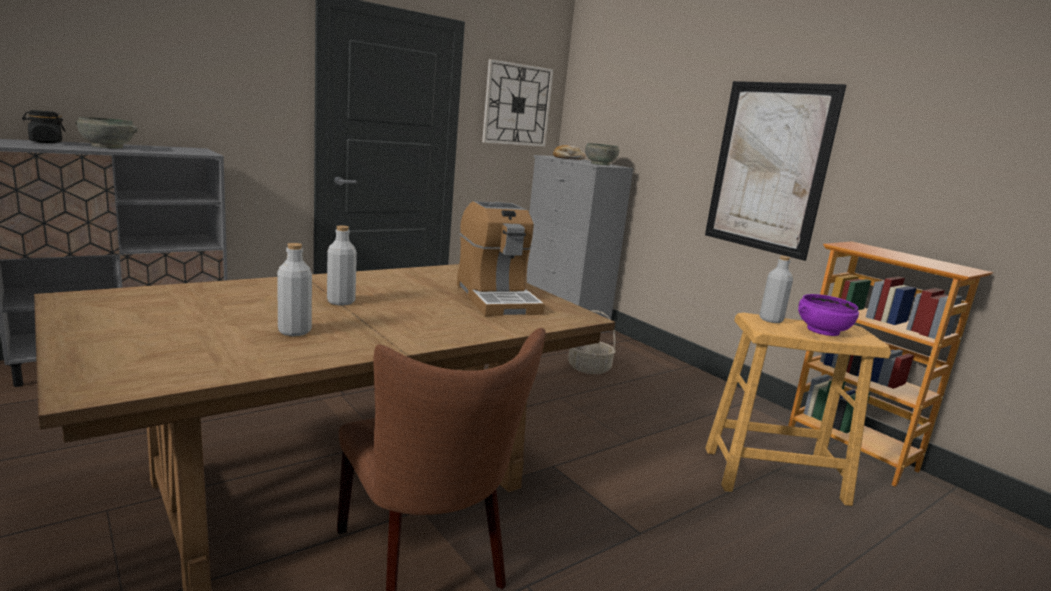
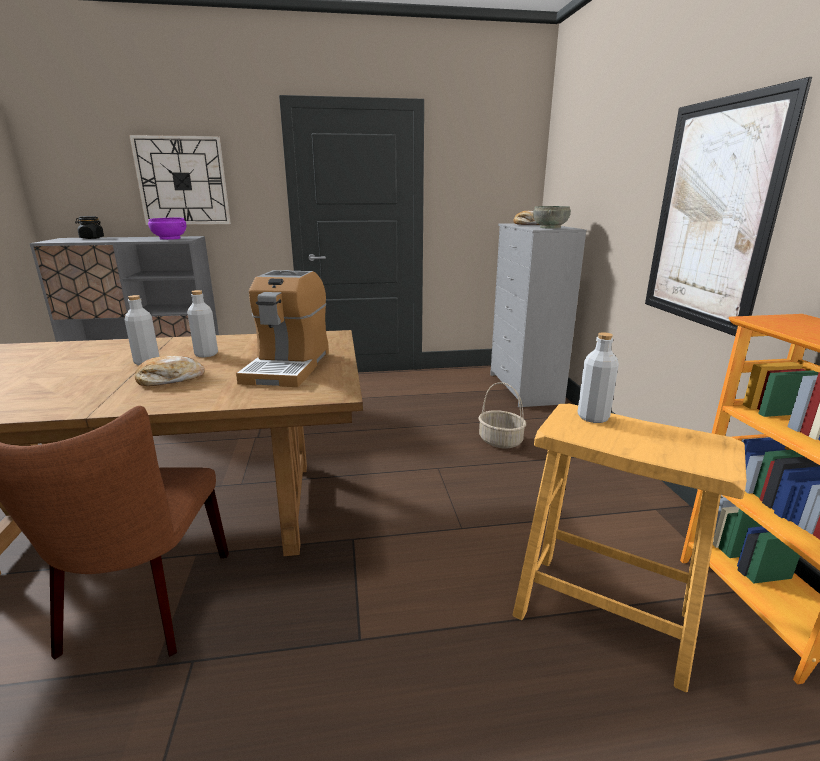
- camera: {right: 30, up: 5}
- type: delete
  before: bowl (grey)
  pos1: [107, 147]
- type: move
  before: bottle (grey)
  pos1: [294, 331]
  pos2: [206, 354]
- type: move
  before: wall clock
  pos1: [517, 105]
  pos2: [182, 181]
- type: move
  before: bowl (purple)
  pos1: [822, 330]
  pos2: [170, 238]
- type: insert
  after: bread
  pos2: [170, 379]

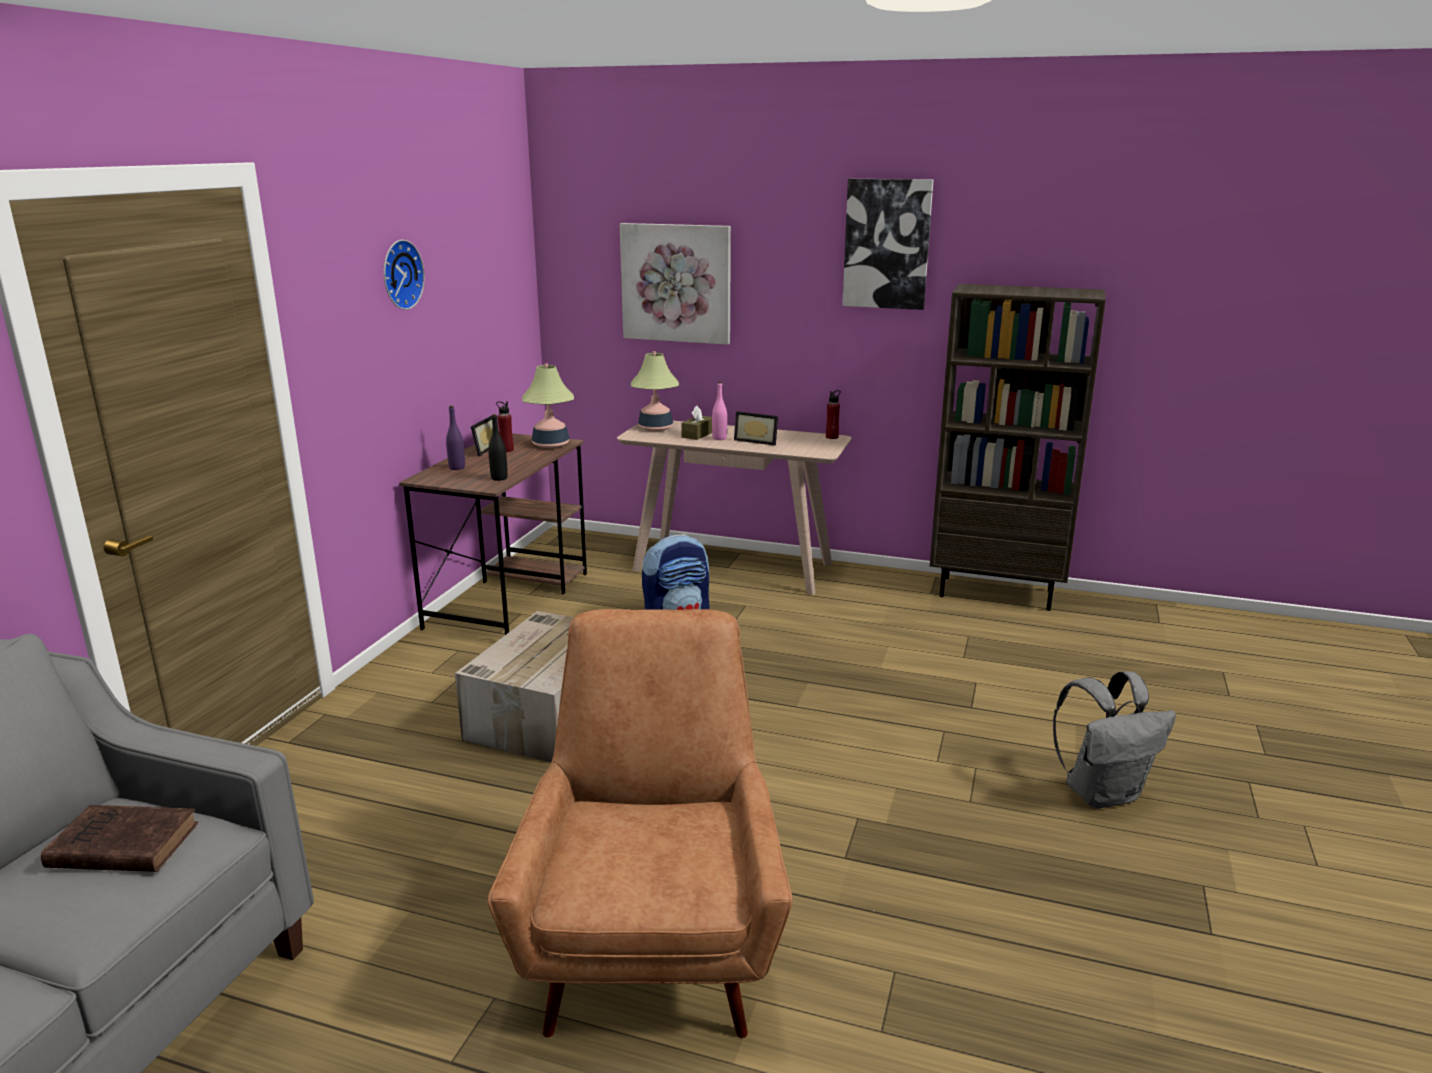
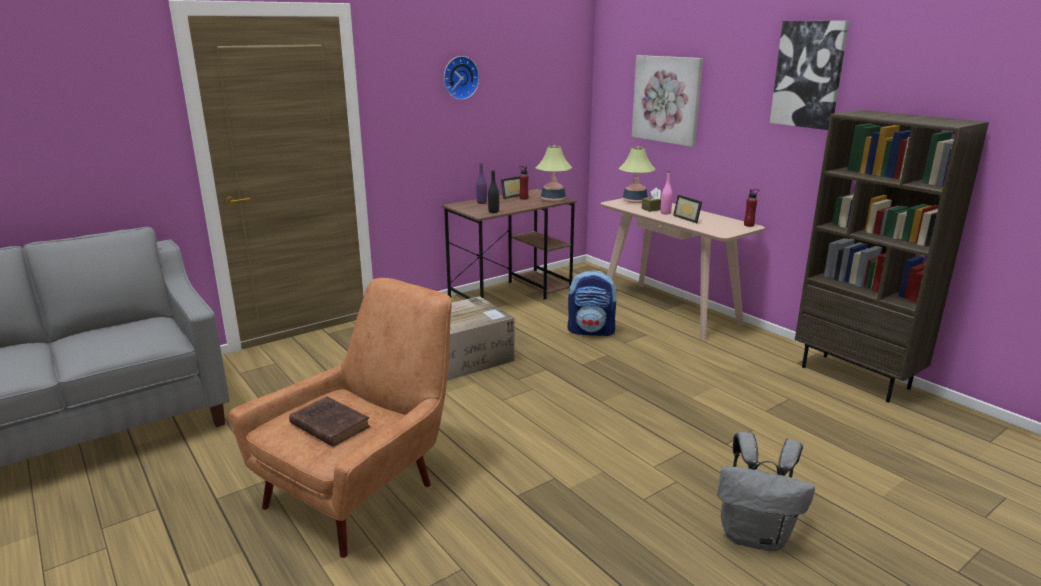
- camera: {right: 35, up: 0}
- type: move
  before: book (brown)
  pos1: [120, 846]
  pos2: [328, 425]

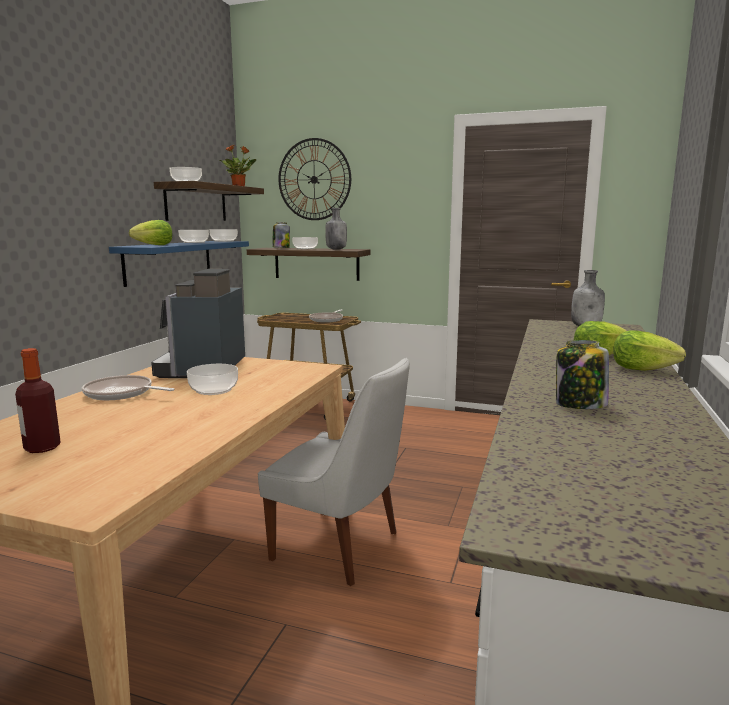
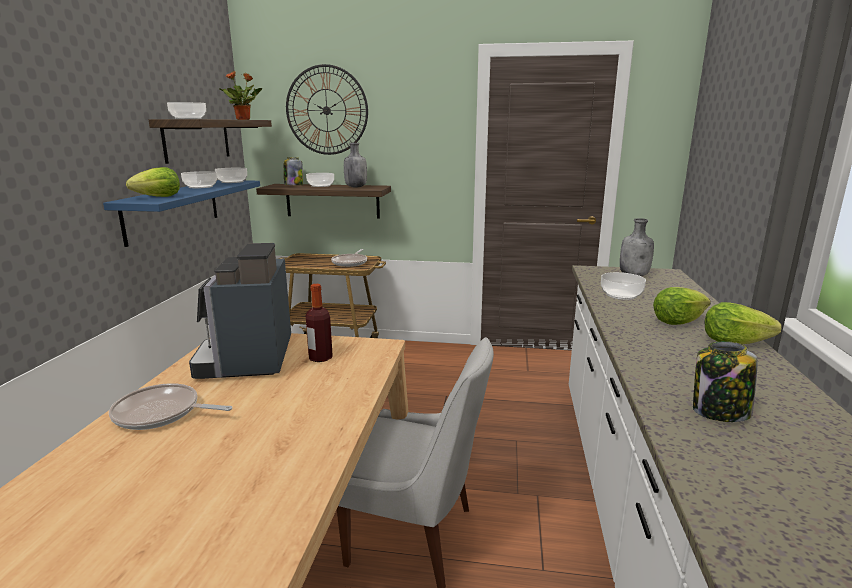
- camera: {right: -10, up: 5}
- type: move
  before: bottle
  pos1: [42, 448]
  pos2: [320, 358]
- type: move
  before: bowl
  pos1: [213, 389]
  pos2: [621, 295]

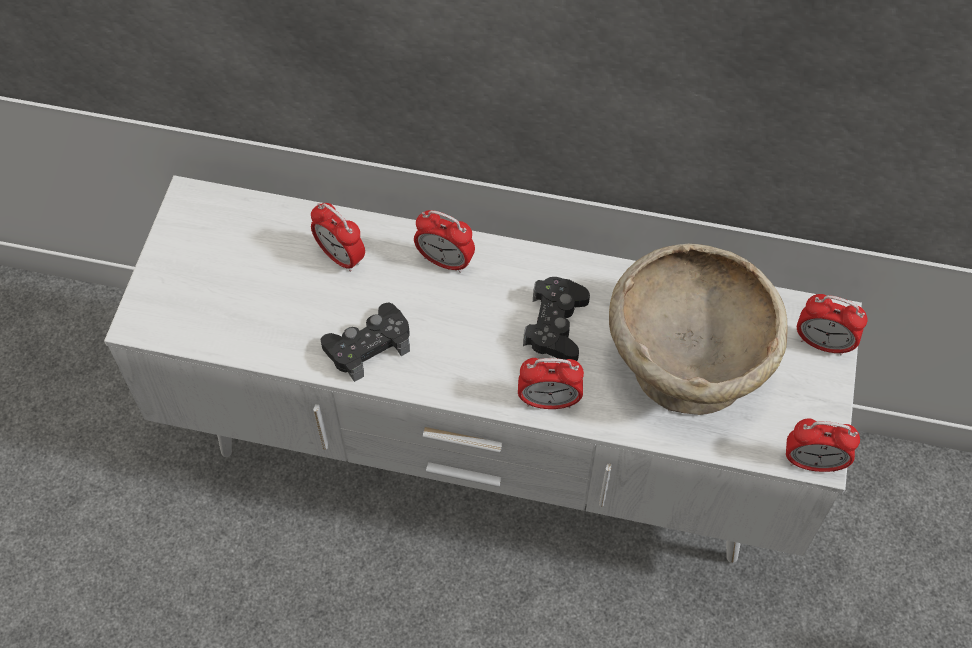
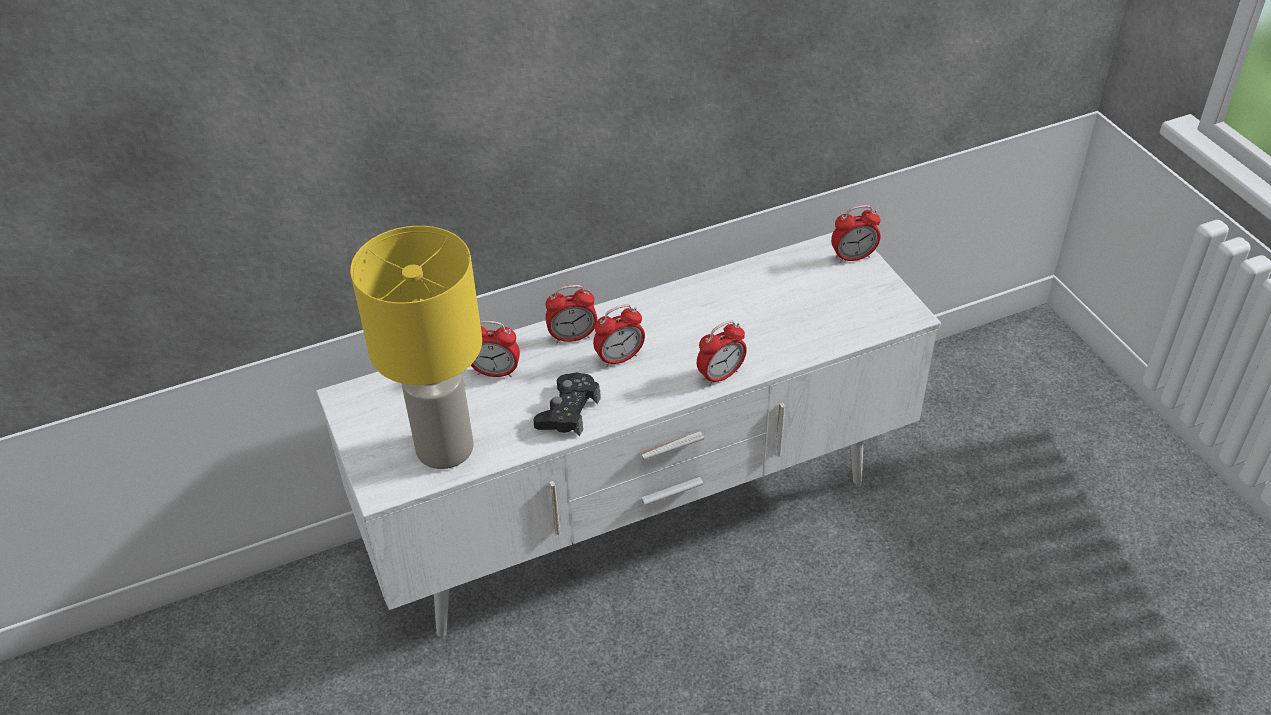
- camera: {right: -35, up: -15}
- type: delete
  before: game controller (black)
  pos1: [556, 325]
- type: delete
  before: bowl (beige)
  pos1: [686, 364]
- type: move
  before: alarm clock
  pos1: [813, 462]
  pos2: [619, 358]
- type: insert
  after: table lamp (yellow)
  pos2: [443, 449]

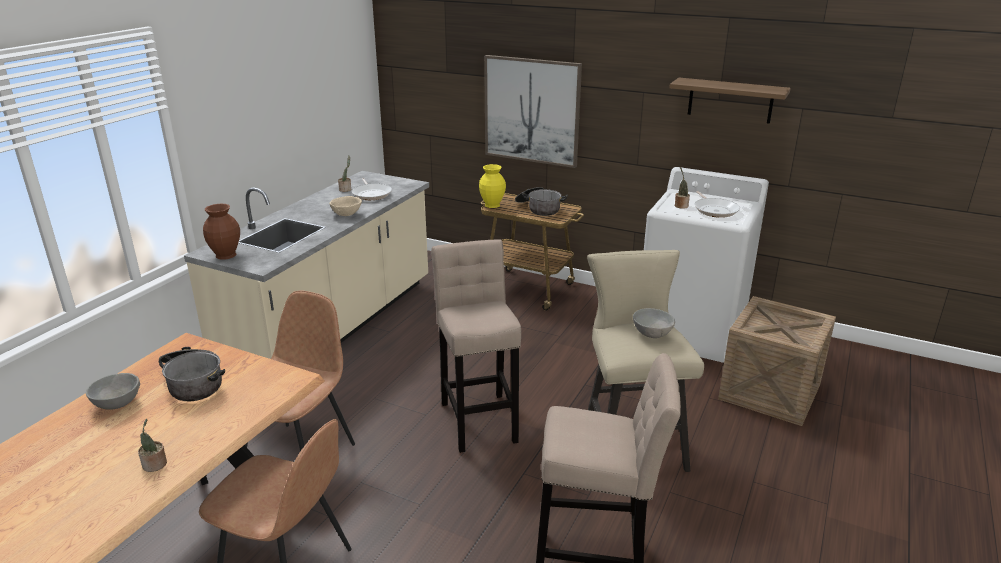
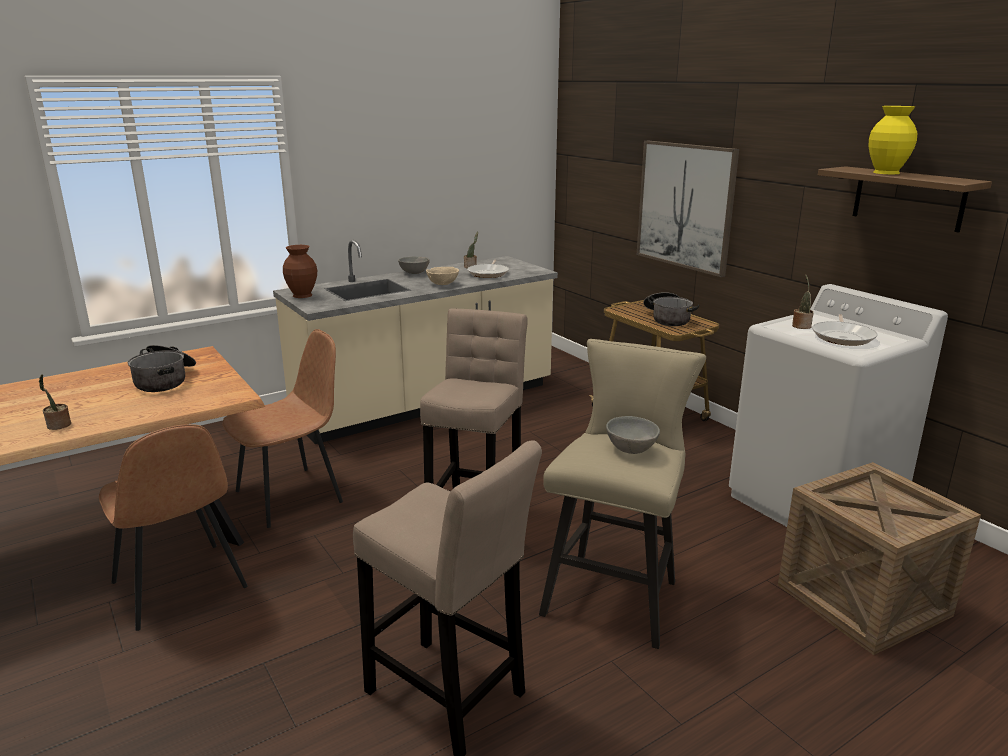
- camera: {right: 30, up: -5}
- type: move
  before: bowl (grey)
  pos1: [117, 404]
  pos2: [414, 273]
- type: move
  before: vase (yellow)
  pos1: [492, 205]
  pos2: [885, 172]

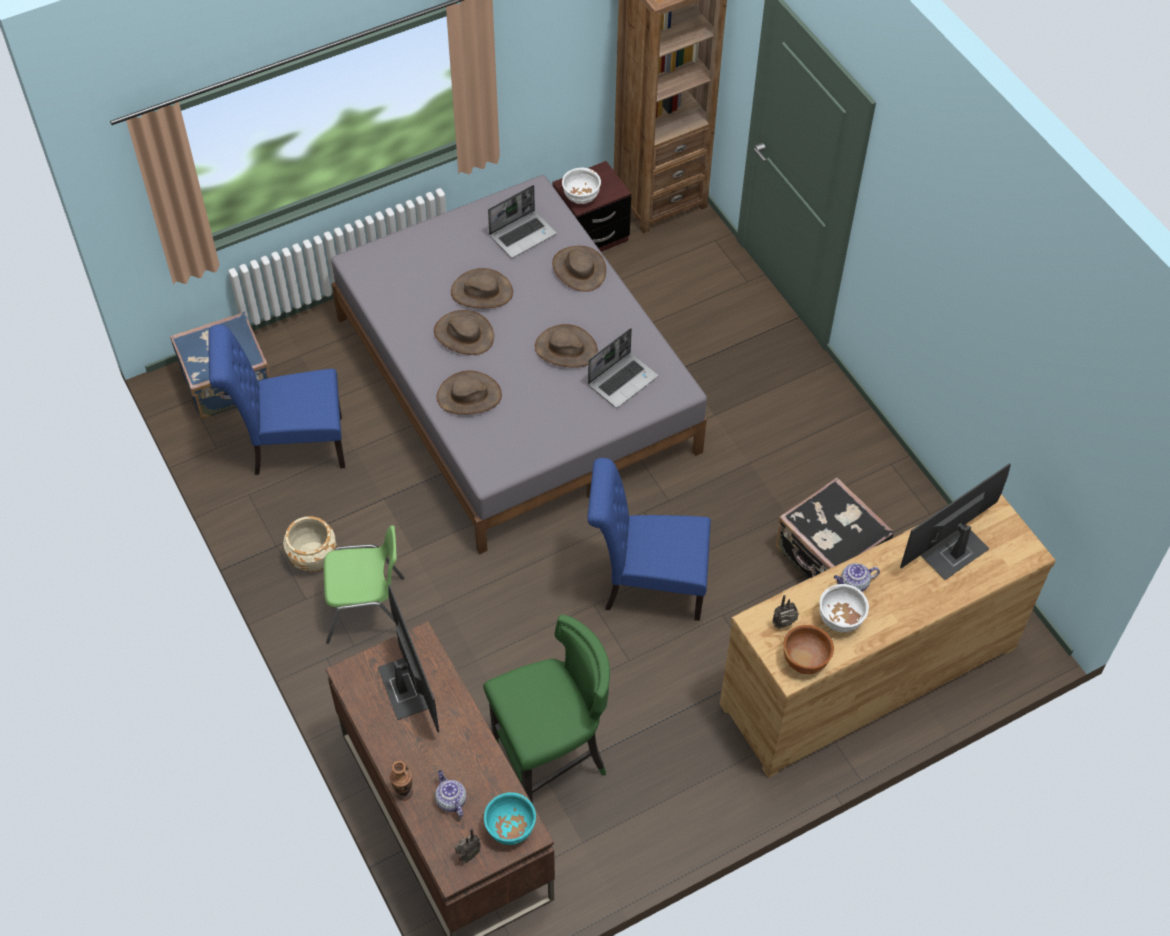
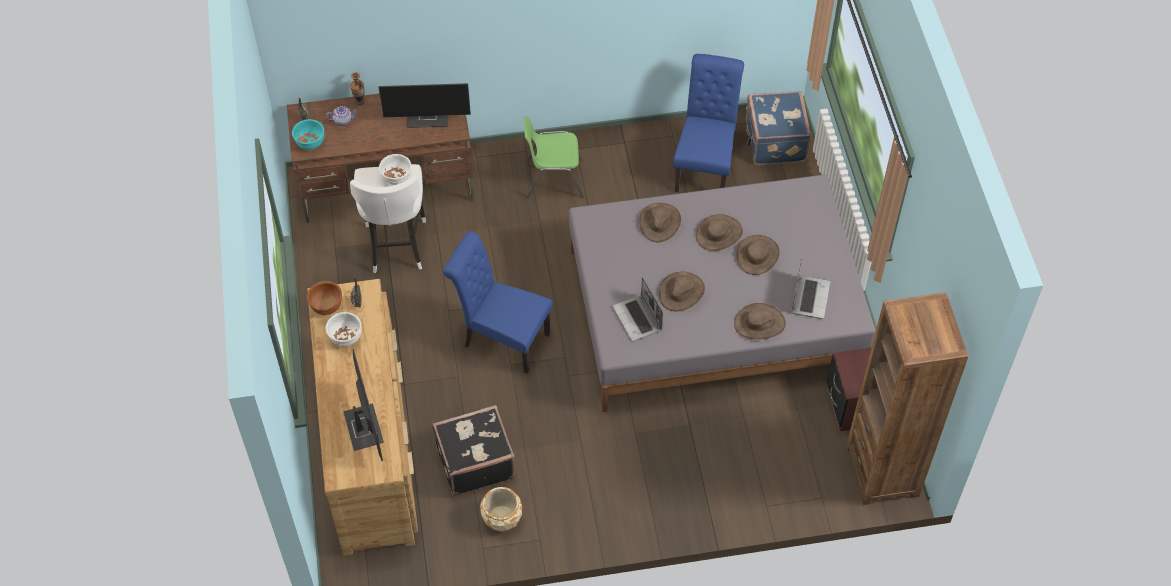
- camera: {right: 110, up: 0}
- type: move
  before: planter (beige)
  pos1: [313, 558]
  pos2: [501, 519]
- type: rotate
  before: chair (green)
  pos1: [367, 609]
  pos2: [553, 179]
  turn: 75
- type: recolor
  before: stool (green)
  after: stool (white)
  pos1: [551, 762]
  pos2: [396, 246]
- type: rotate
  before: laptop
  pos1: [523, 234]
  pos2: [809, 297]
  turn: -150
- type: move
  before: bowl (white)
  pos1: [580, 197]
  pos2: [397, 178]
- type: rotate
  before: chair (blue)
  pos1: [646, 586]
  pos2: [501, 339]
  turn: -90
- type: delete
  before: teapot
  pos1: [853, 584]

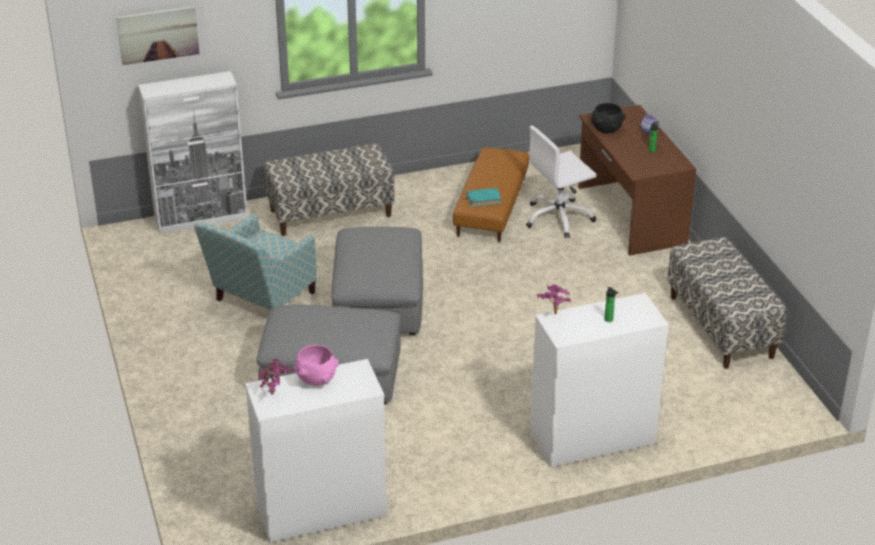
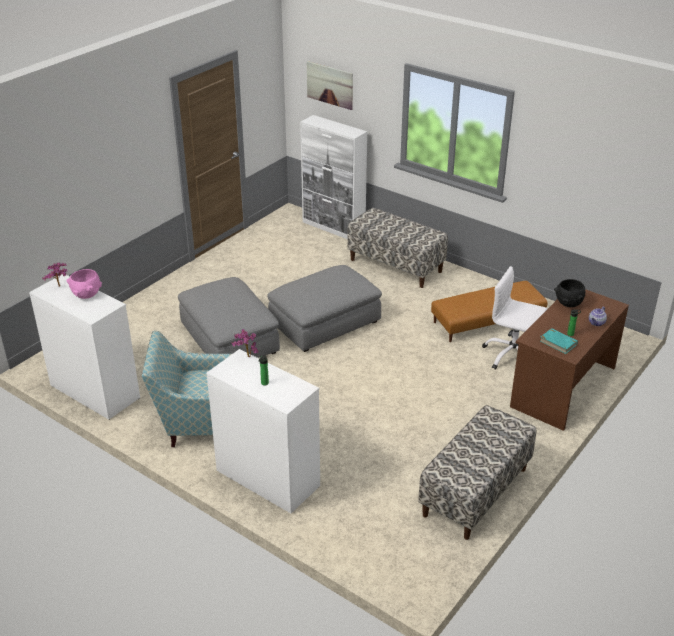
- camera: {right: 55, up: 0}
- type: move
  before: armchair
  pos1: [260, 301]
  pos2: [195, 423]
- type: move
  before: book (turquoise)
  pos1: [483, 199]
  pos2: [558, 342]

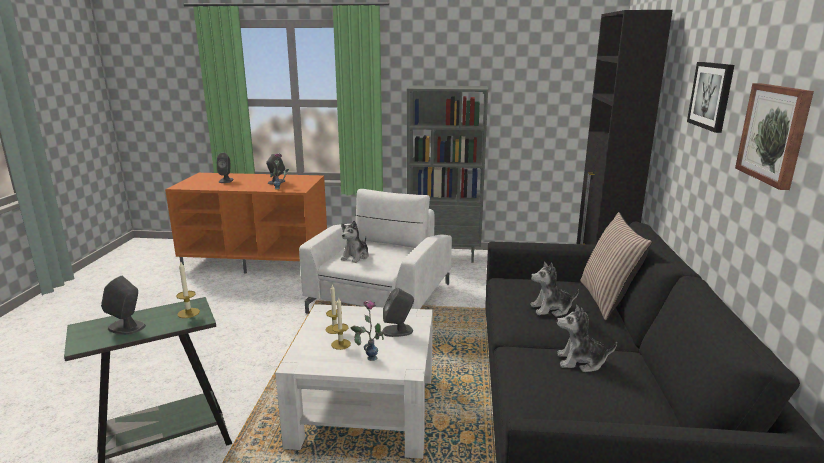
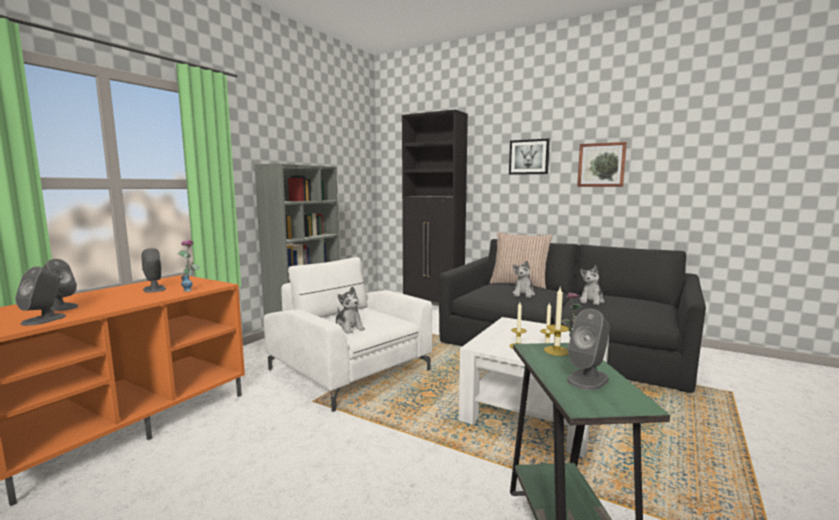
- camera: {right: -65, up: -10}
- type: move
  before: speaker (grey)
  pos1: [398, 331]
  pos2: [44, 319]

